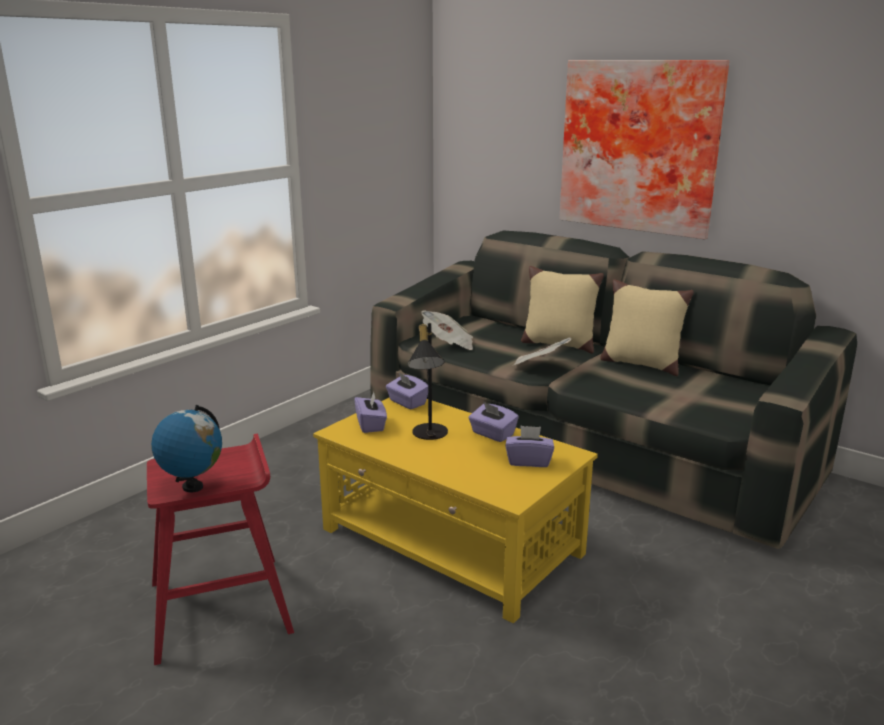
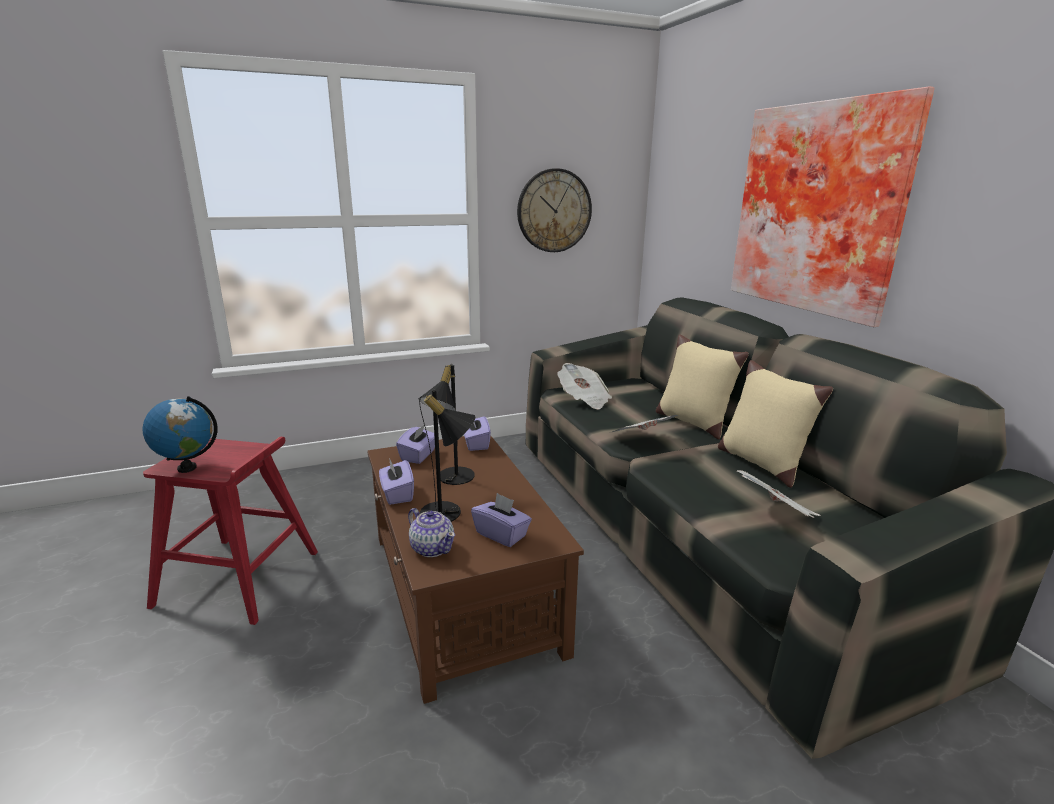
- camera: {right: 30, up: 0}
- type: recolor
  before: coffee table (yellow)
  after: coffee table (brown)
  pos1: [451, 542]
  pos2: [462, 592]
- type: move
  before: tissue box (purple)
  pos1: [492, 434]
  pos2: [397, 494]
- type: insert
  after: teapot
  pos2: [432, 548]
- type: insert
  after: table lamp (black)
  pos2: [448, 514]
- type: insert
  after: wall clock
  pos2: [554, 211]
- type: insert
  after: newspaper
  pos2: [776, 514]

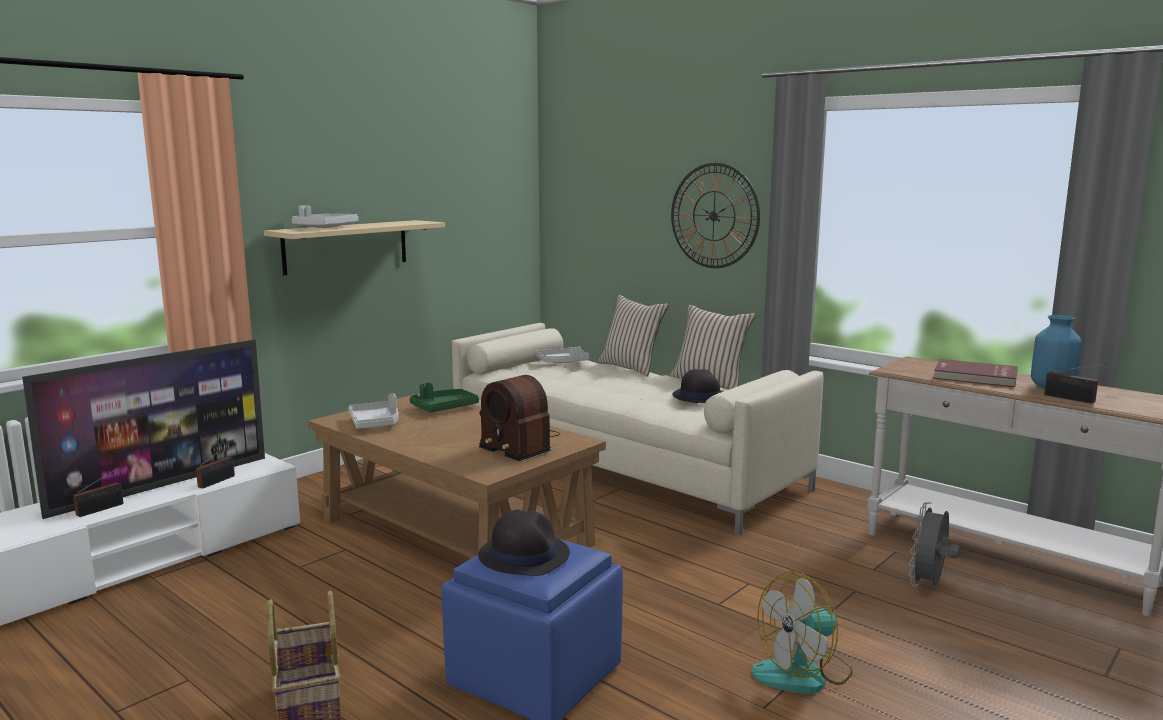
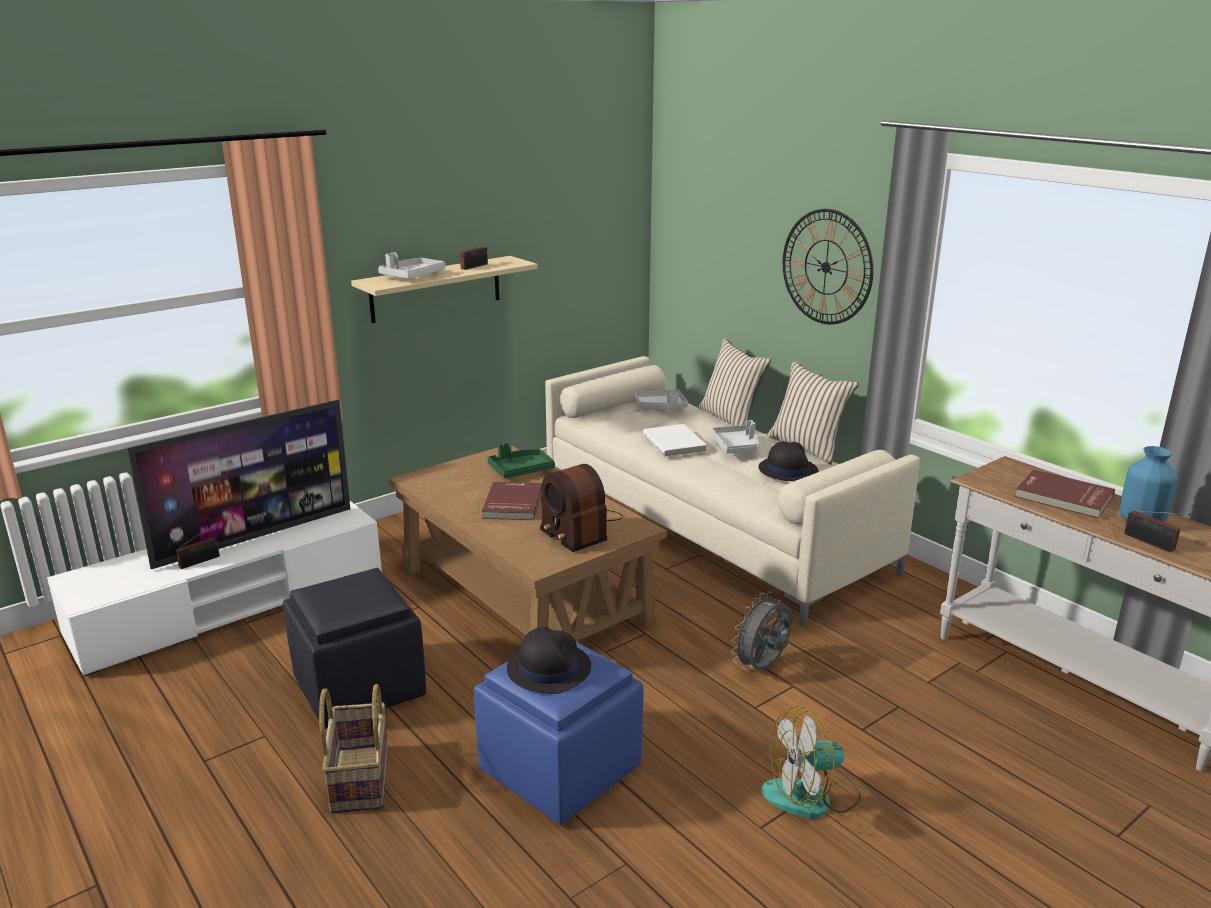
- camera: {right: 10, up: 10}
- type: move
  before: radio
  pos1: [219, 481]
  pos2: [476, 266]
- type: move
  before: tray (grey)
  pos1: [375, 423]
  pos2: [736, 446]
- type: move
  before: fan (grey)
  pos1: [928, 585]
  pos2: [762, 668]
- type: insert
  after: ottoman (black)
  pos2: [358, 687]
- type: insert
  after: book (red)
  pos2: [511, 504]
- type: insert
  after: book (white)
  pos2: [675, 443]

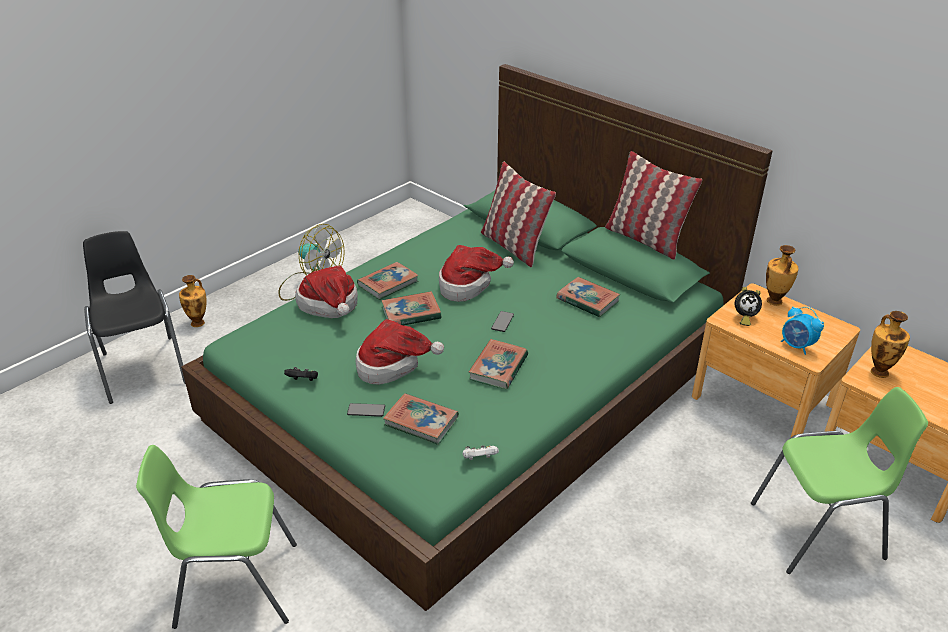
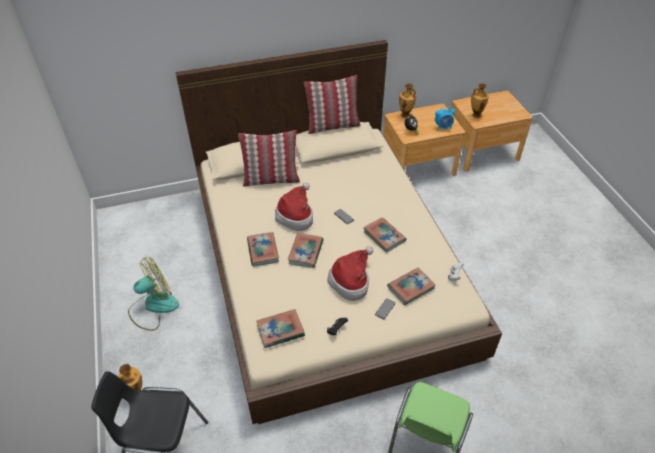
- camera: {right: -60, up: 10}
- type: recolor
  before: bed (green)
  after: bed (beige)
  pos1: [475, 384]
  pos2: [327, 264]
- type: delete
  before: hat
  pos1: [330, 306]
- type: move
  before: book
  pos1: [587, 300]
  pos2: [280, 330]
- type: delete
  before: chair (green)
  pos1: [819, 532]

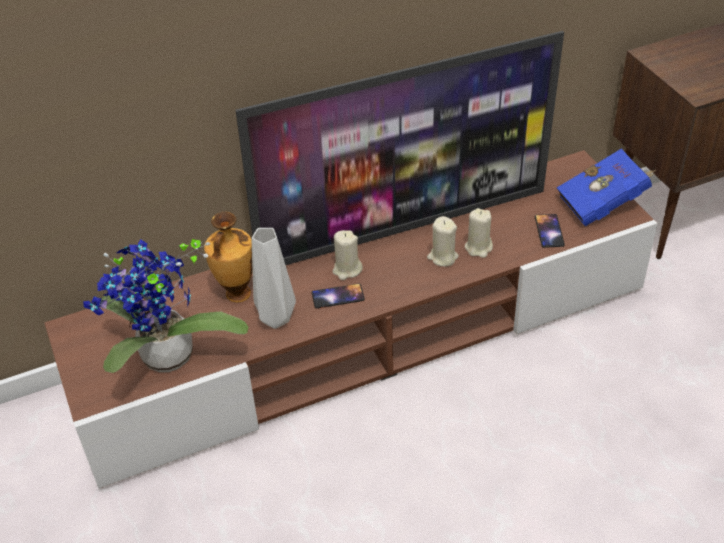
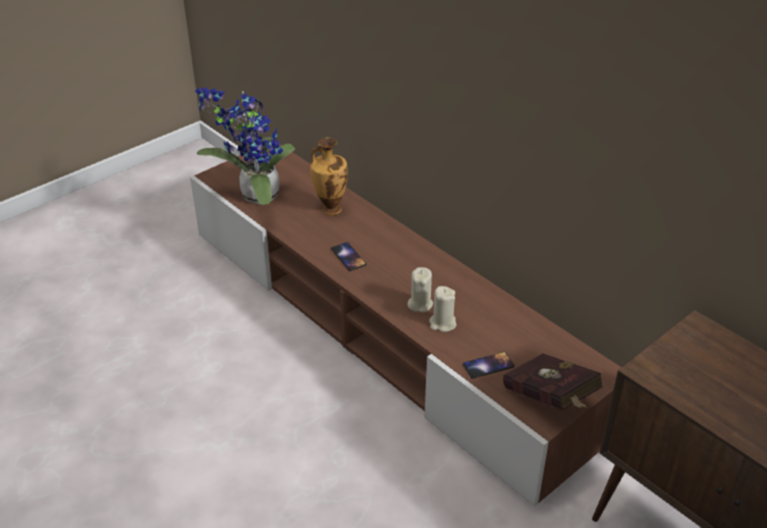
- camera: {right: 70, up: -5}
- type: delete
  before: television
  pos1: [404, 227]
- type: delete
  before: vase (grey)
  pos1: [278, 318]
- type: delete
  before: candle (beige)
  pos1: [347, 270]
- type: recolor
  before: book (blue)
  after: book (red)
  pos1: [604, 204]
  pos2: [551, 400]

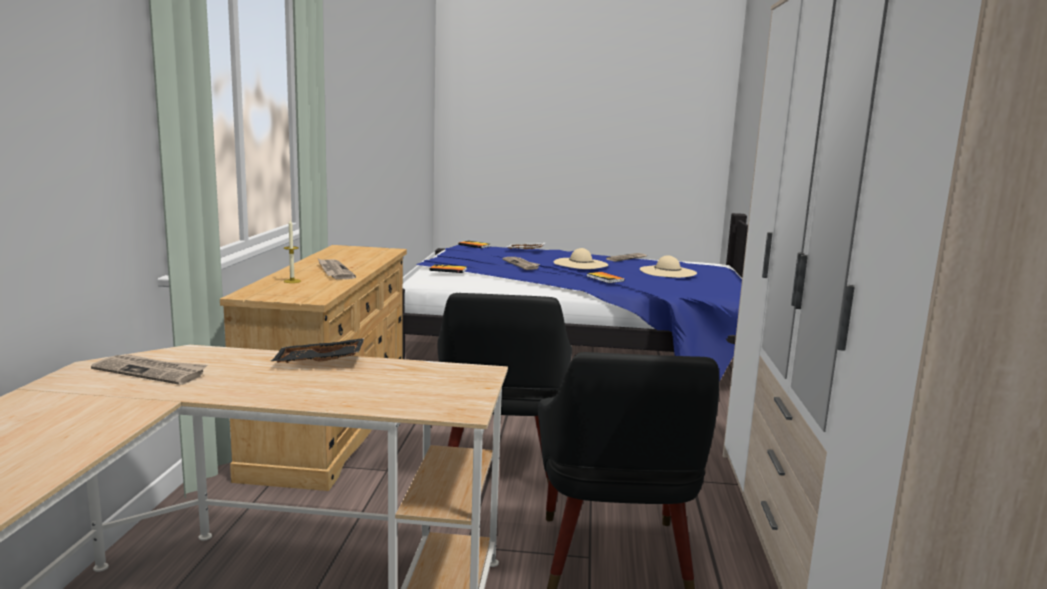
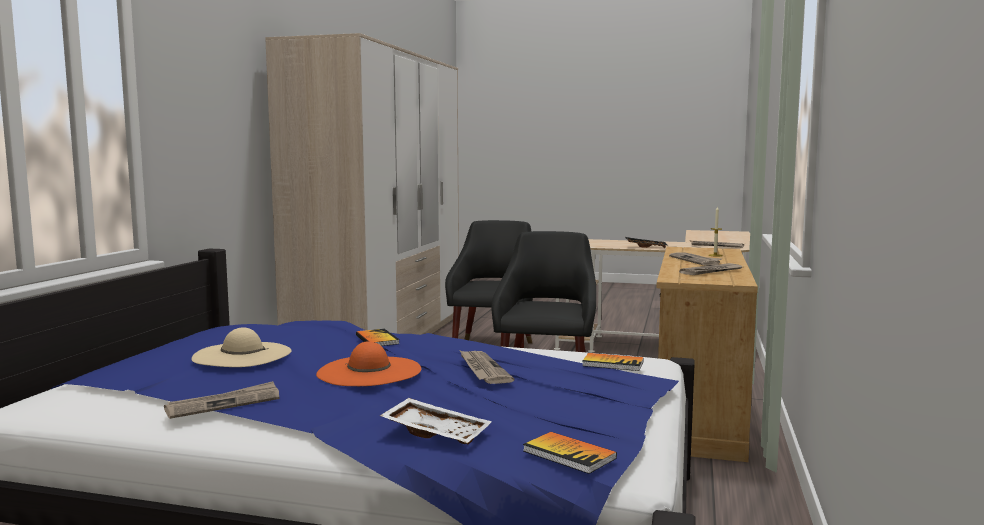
- camera: {right: -170, up: -5}
- type: recolor
  before: hat (beige)
  after: hat (orange)
  pos1: [580, 264]
  pos2: [369, 371]
- type: insert
  after: newspaper
  pos2: [711, 271]

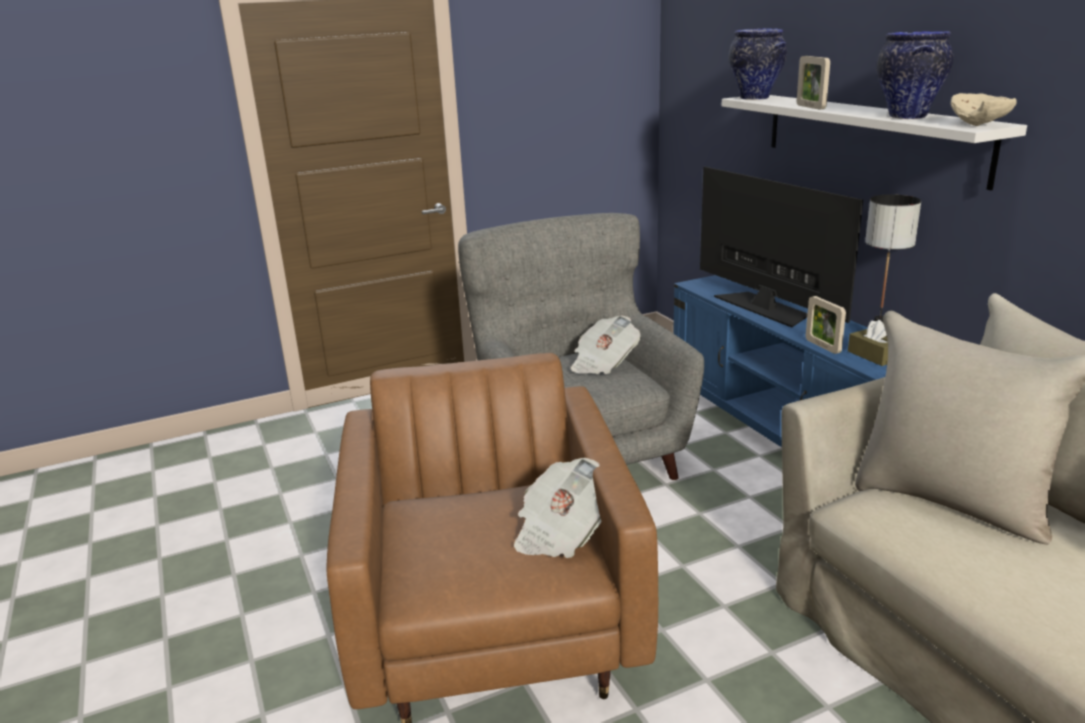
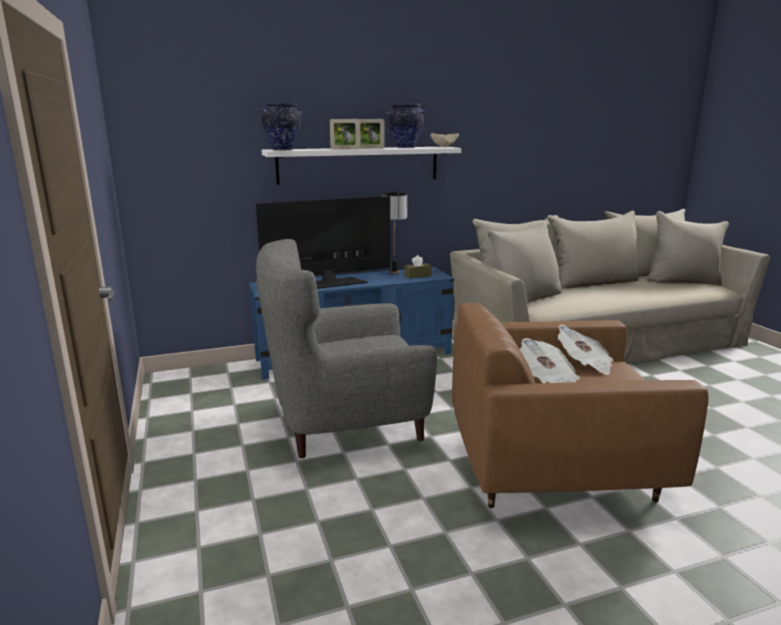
- camera: {right: -85, up: -5}
- type: move
  before: newspaper
  pos1: [603, 363]
  pos2: [548, 381]
- type: move
  before: picture frame
  pos1: [822, 346]
  pos2: [370, 148]

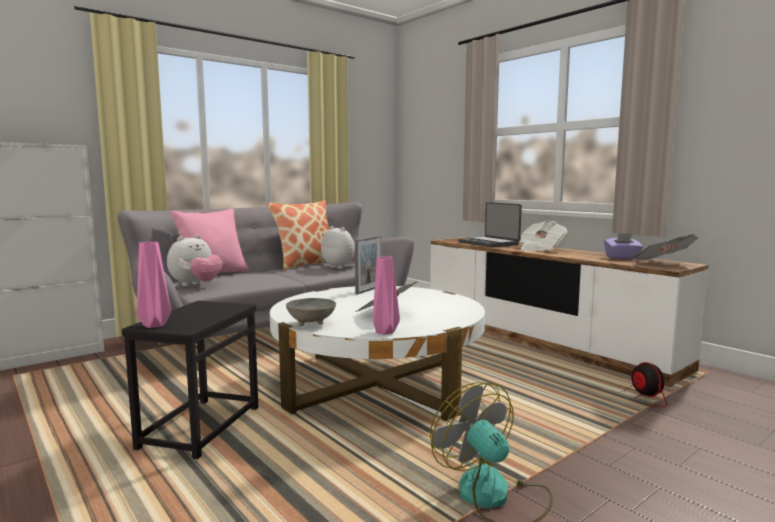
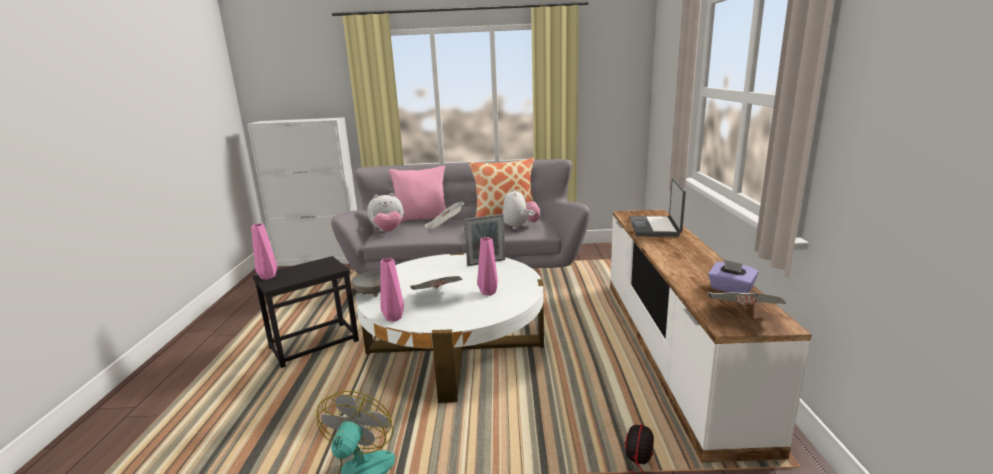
- camera: {right: 40, up: 10}
- type: move
  before: newspaper
  pos1: [540, 249]
  pos2: [444, 226]
- type: insert
  after: vase (pink)
  pos2: [489, 293]

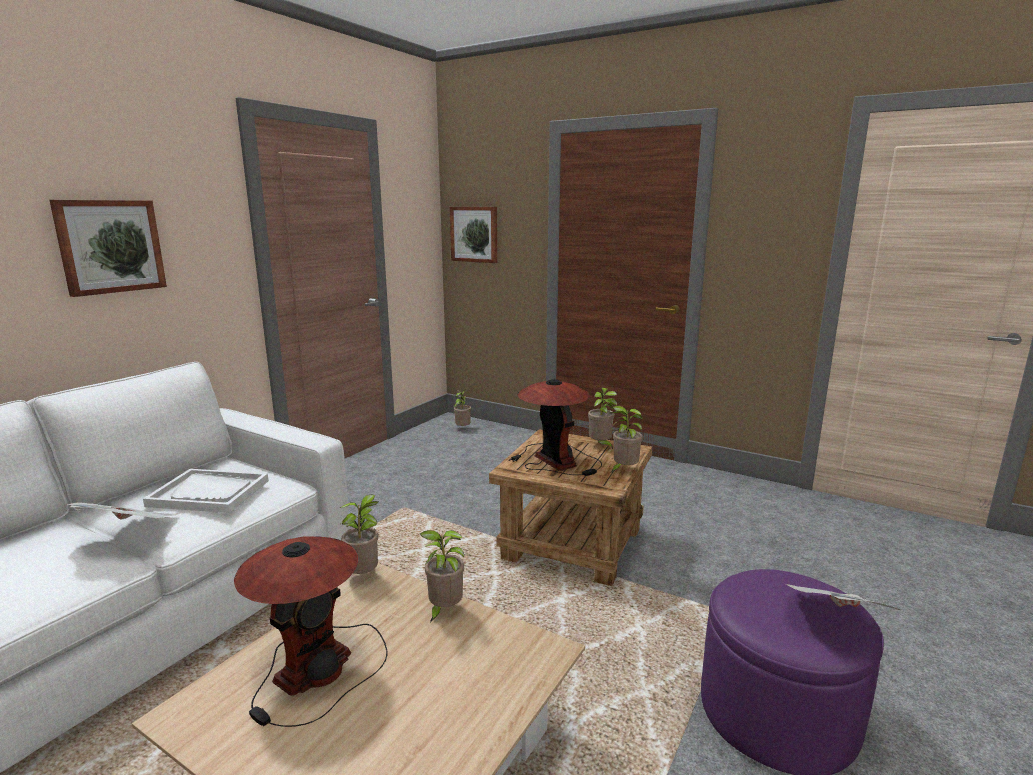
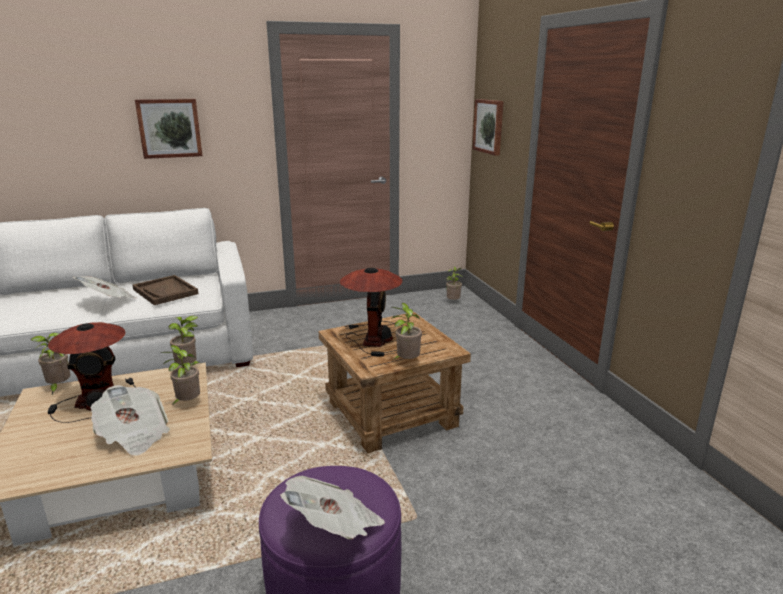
- camera: {right: 40, up: 5}
- type: recolor
  before: tray (white)
  after: tray (brown)
  pos1: [209, 493]
  pos2: [165, 292]
- type: move
  before: potted plant
  pos1: [601, 446]
  pos2: [59, 387]
- type: insert
  after: newspaper
  pos2: [134, 435]

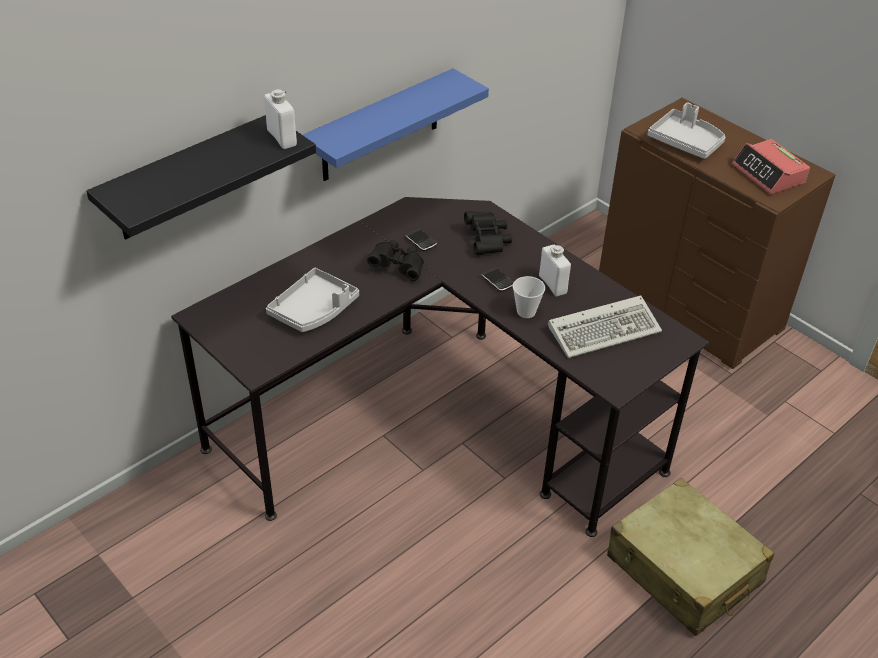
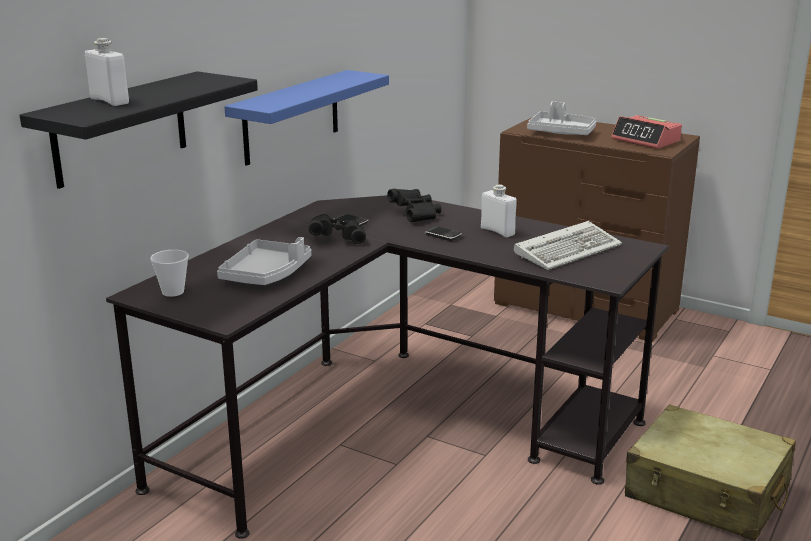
- camera: {right: -15, up: -20}
- type: move
  before: bottle (white)
  pos1: [282, 138]
  pos2: [109, 101]
- type: move
  before: cup
  pos1: [526, 312]
  pos2: [173, 292]

